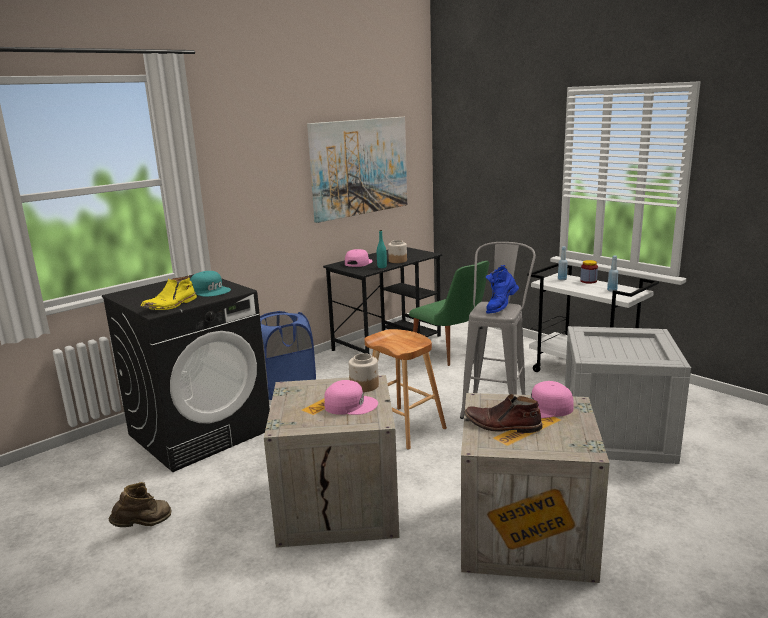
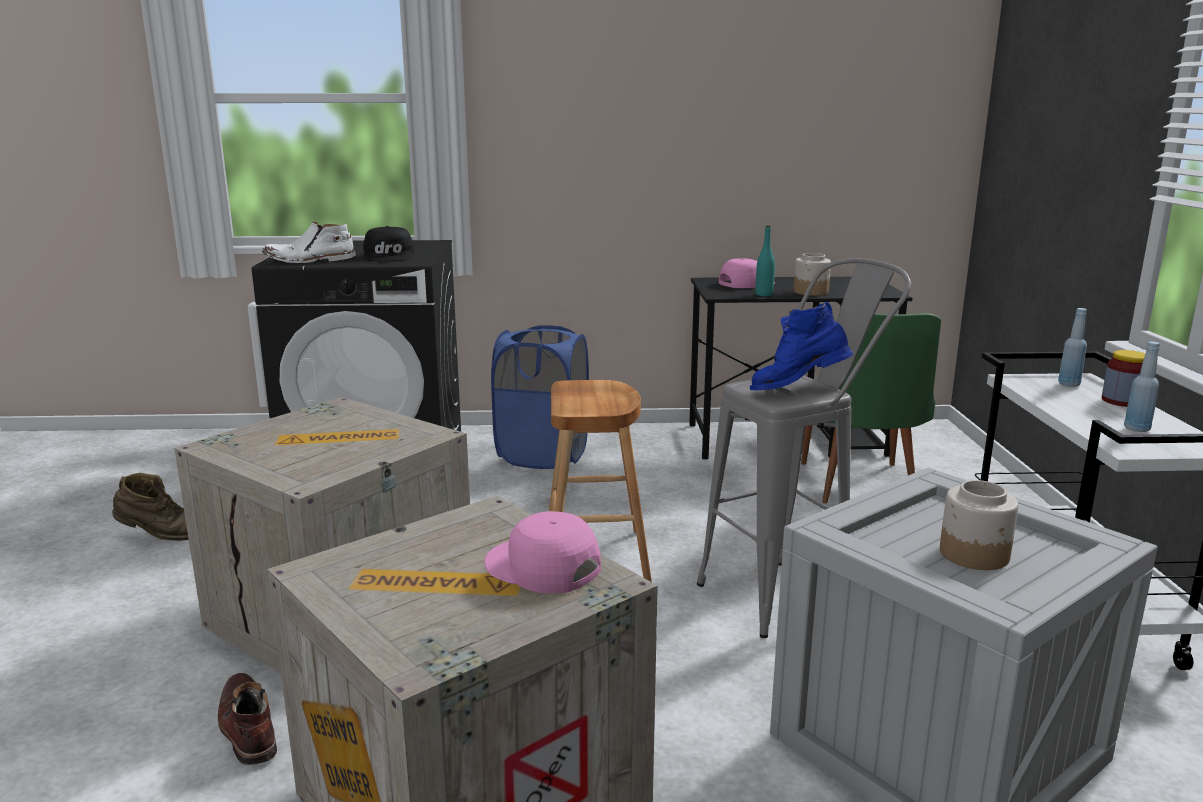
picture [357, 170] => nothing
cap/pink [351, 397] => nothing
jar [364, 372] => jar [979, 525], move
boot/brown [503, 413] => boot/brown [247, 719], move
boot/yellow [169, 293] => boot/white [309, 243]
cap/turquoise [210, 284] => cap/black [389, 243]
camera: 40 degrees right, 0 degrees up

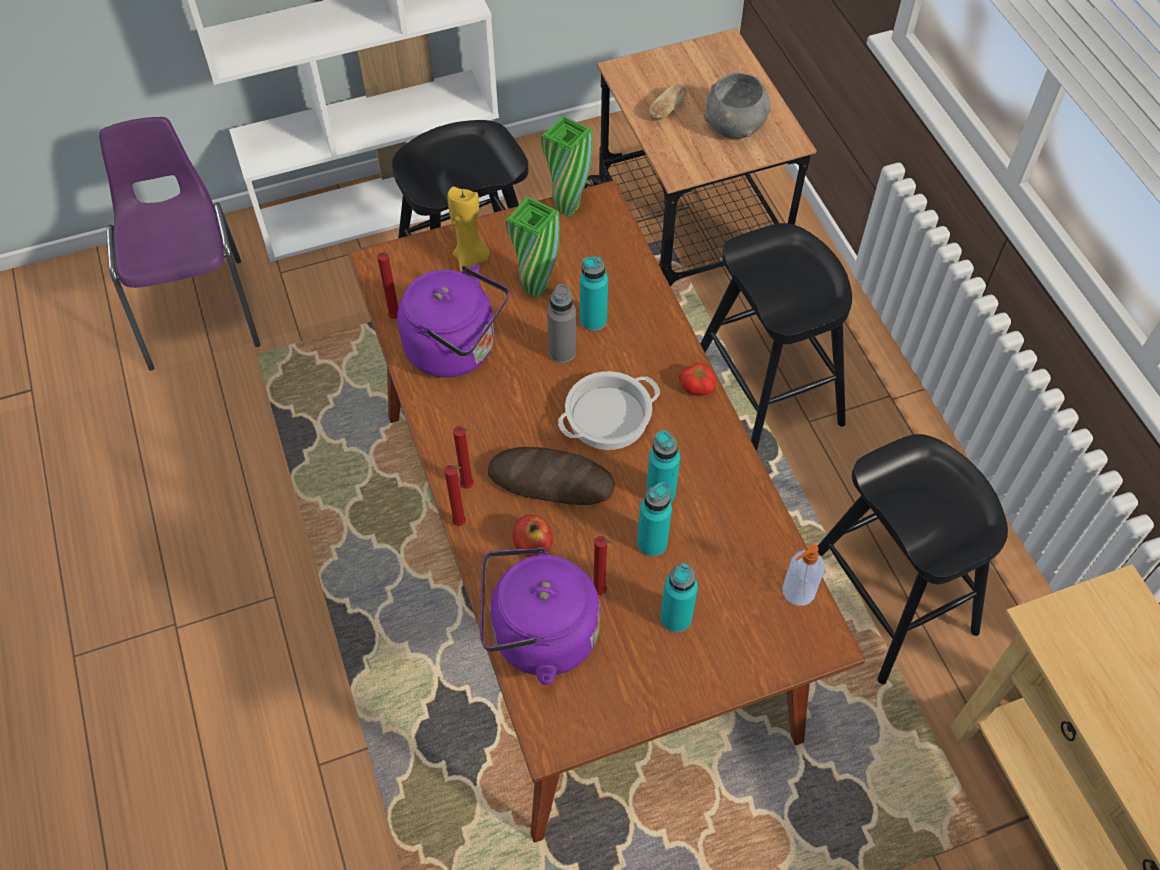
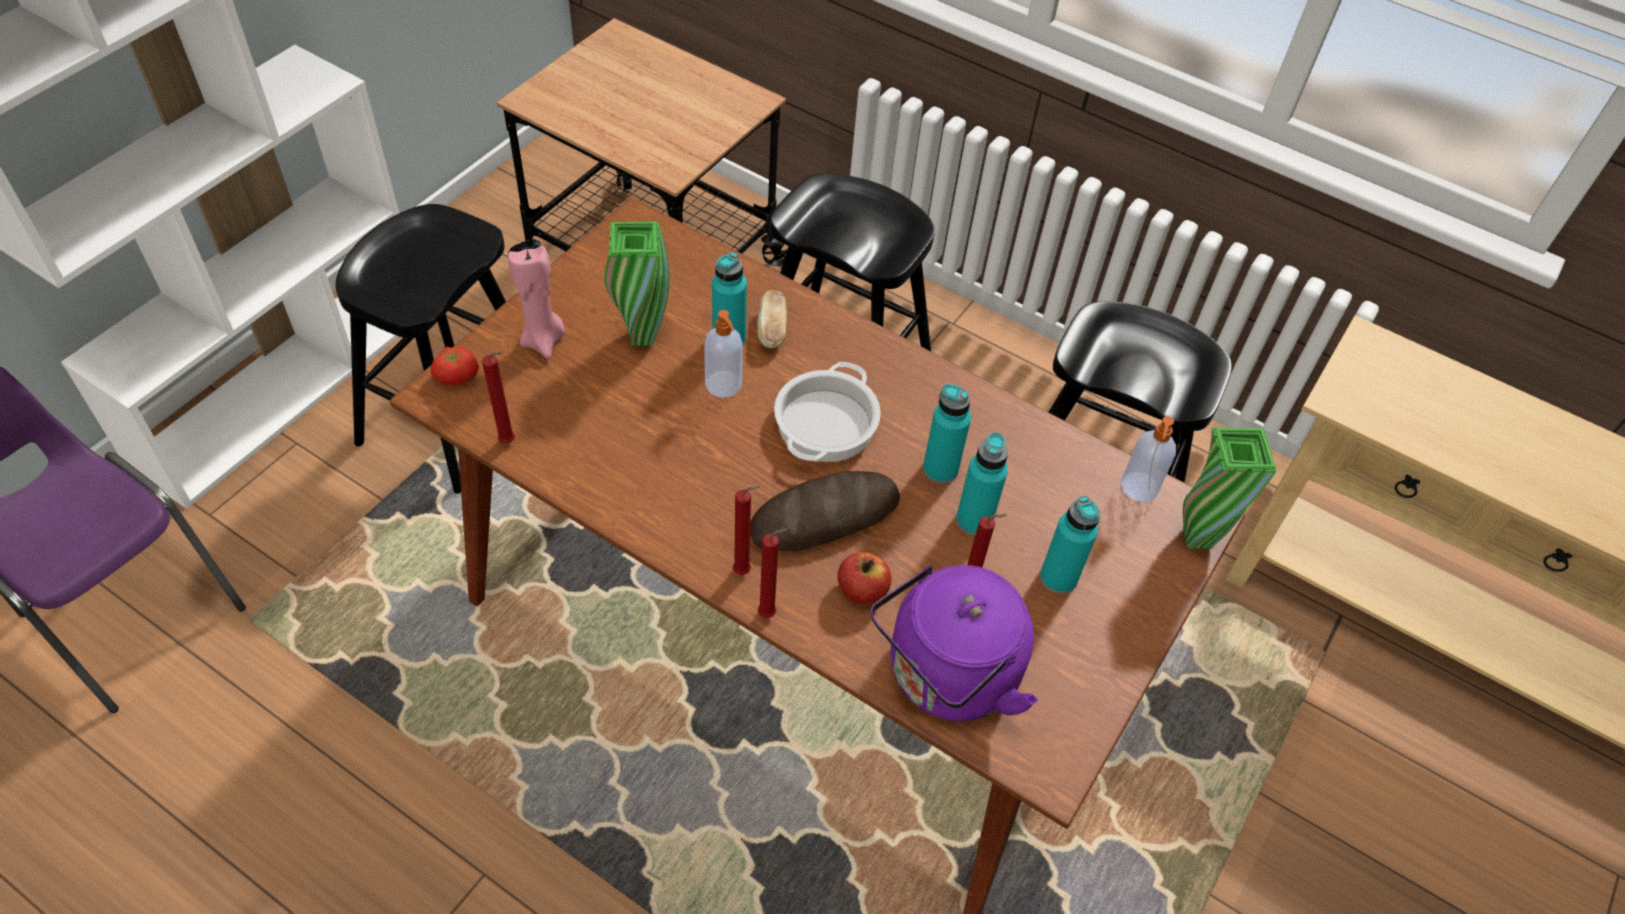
kettle/purple [453, 320] => nothing
bowl/grey [737, 106] => nothing
vase/green [566, 166] => vase/green [1230, 488], move
bread [668, 101] => bread [772, 319], move
tomato [697, 378] => tomato [455, 366], move
bottle/grey [561, 323] => soap dispenser [723, 354]
candle/yellow [468, 229] => candle/pink [536, 302]
camera: 40 degrees left, 5 degrees down

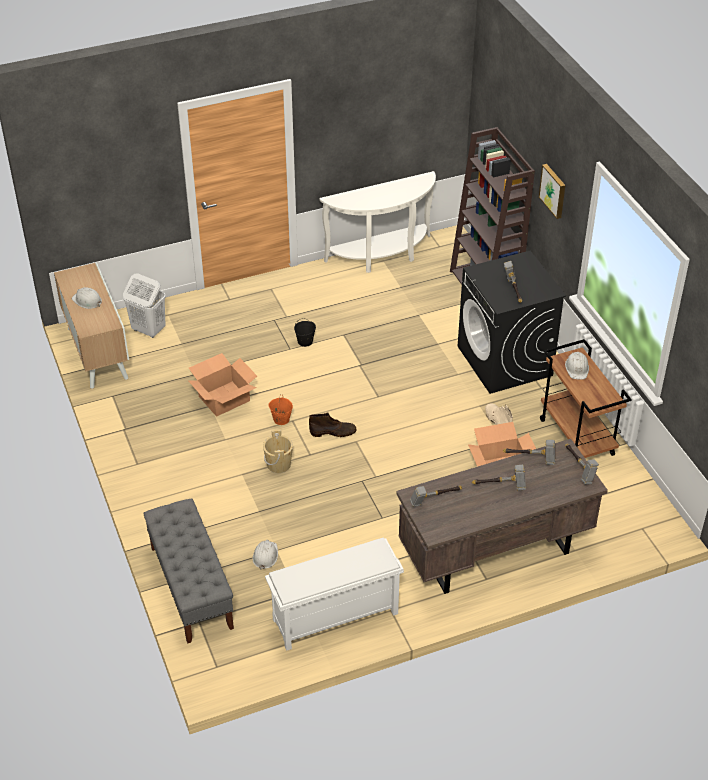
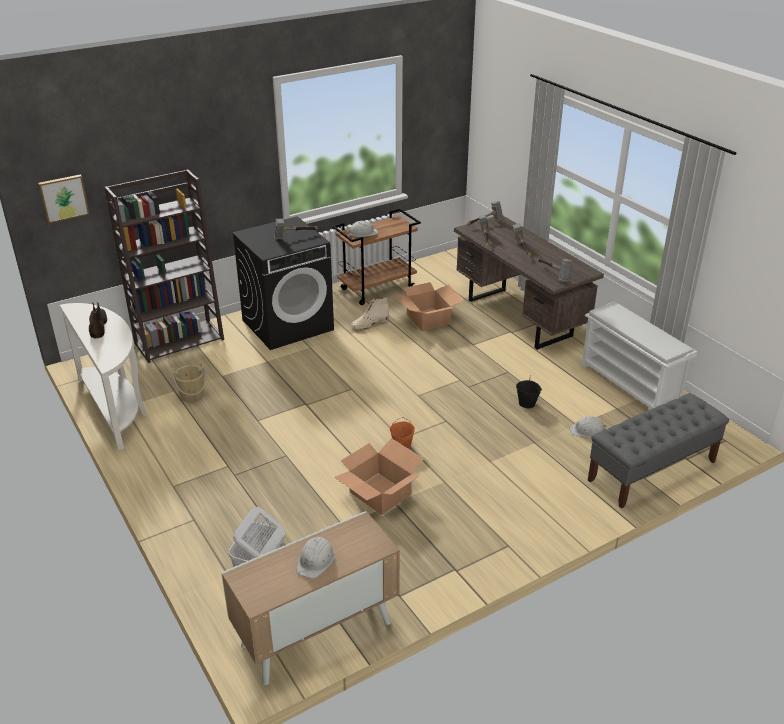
bucket/beige [278, 451] => bucket/beige [189, 382], move
bucket/black [305, 332] => bucket/black [529, 394], move
boot/brown [332, 424] => boot/brown [98, 320], move
picture [552, 191] => picture [63, 199], move
camera: 100 degrees left, 10 degrees down

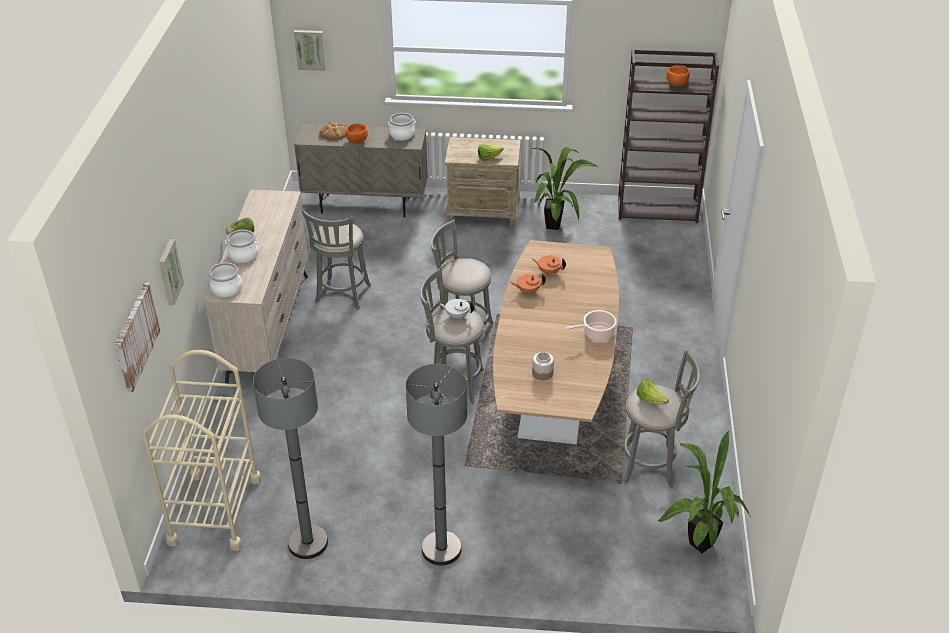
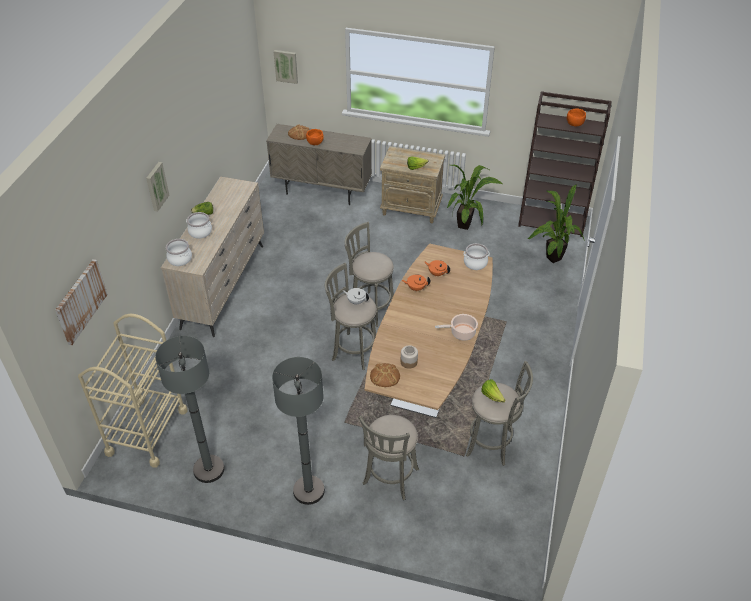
nothing => bread [385, 375]
picture [171, 272] => picture [157, 187], move
stool/grey [336, 259] => stool/grey [389, 457], move
cooking pot [402, 126] => cooking pot [477, 256], move
potted plant [704, 492] => potted plant [556, 223], move
camera: 10 degrees right, 5 degrees up

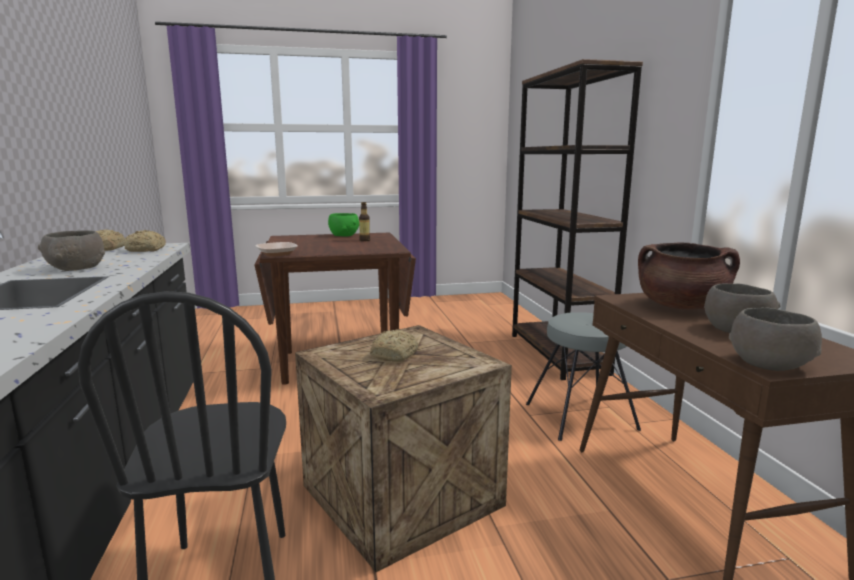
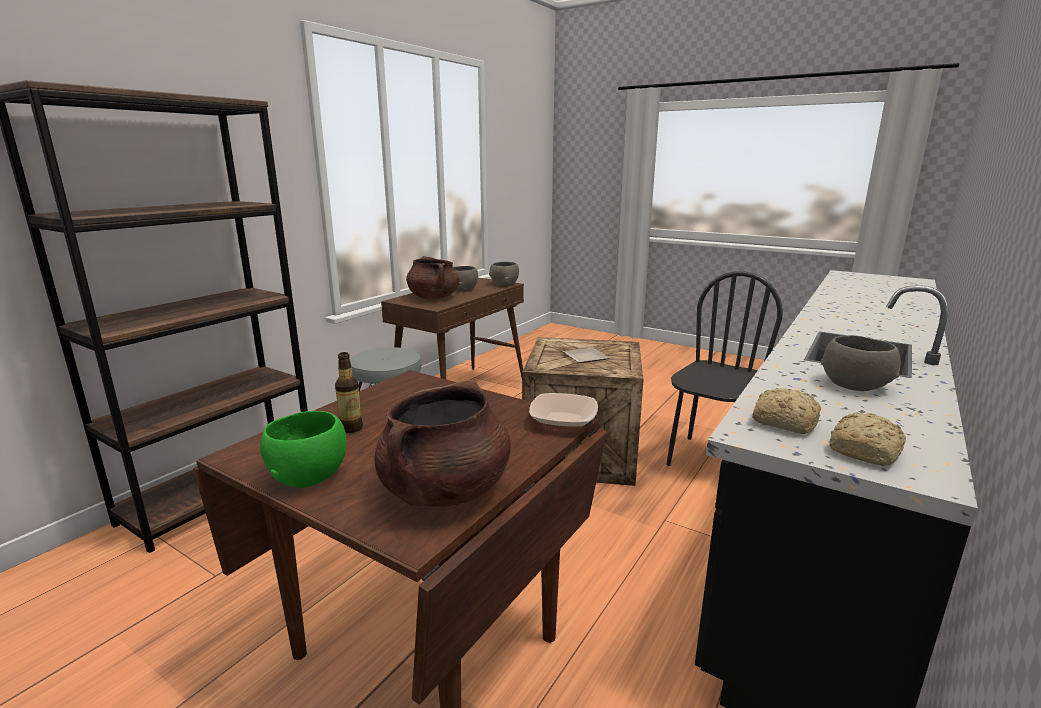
nothing => cooking pot/brown [443, 443]
bread [394, 345] => plate [586, 355]
camera: 135 degrees left, 5 degrees up

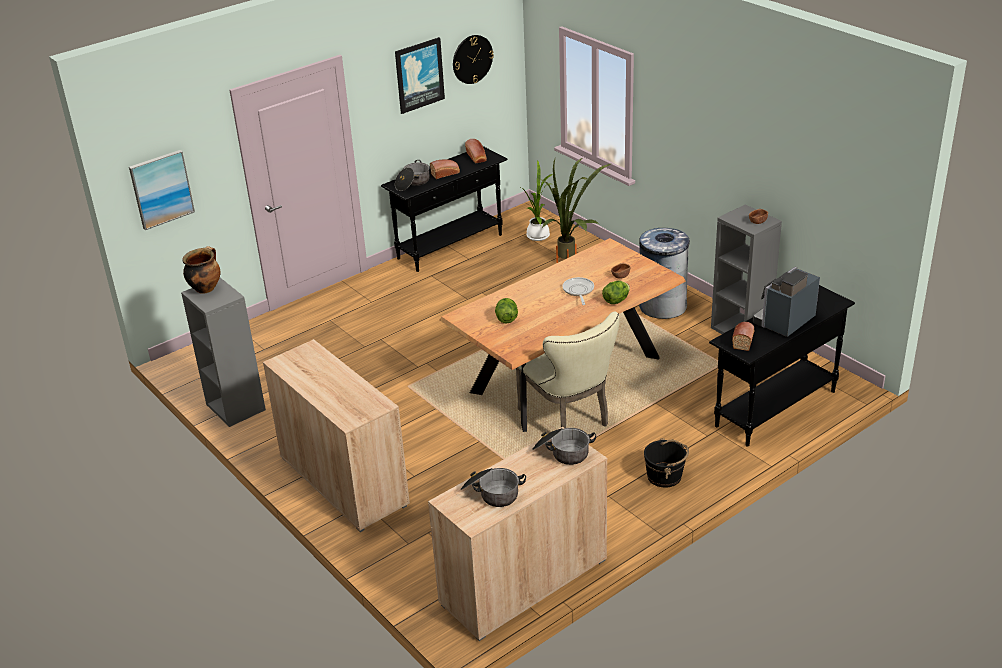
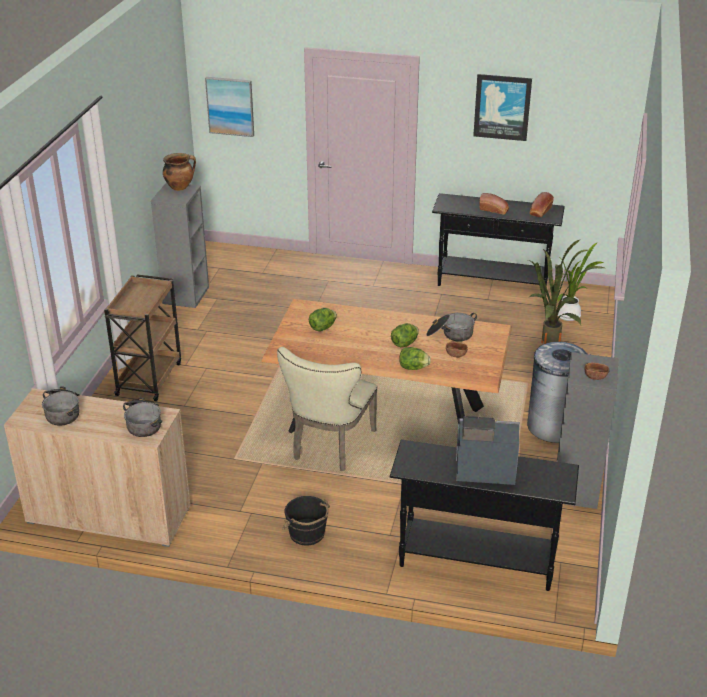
wall clock [473, 59] => nothing
bread [743, 336] => nothing
cooking pot [412, 175] => cooking pot [451, 327], move
cabinet/beige [336, 435] => cart/brown [142, 337]
frying pan [578, 291] => lettuce [405, 335]
camera: 50 degrees right, 0 degrees up

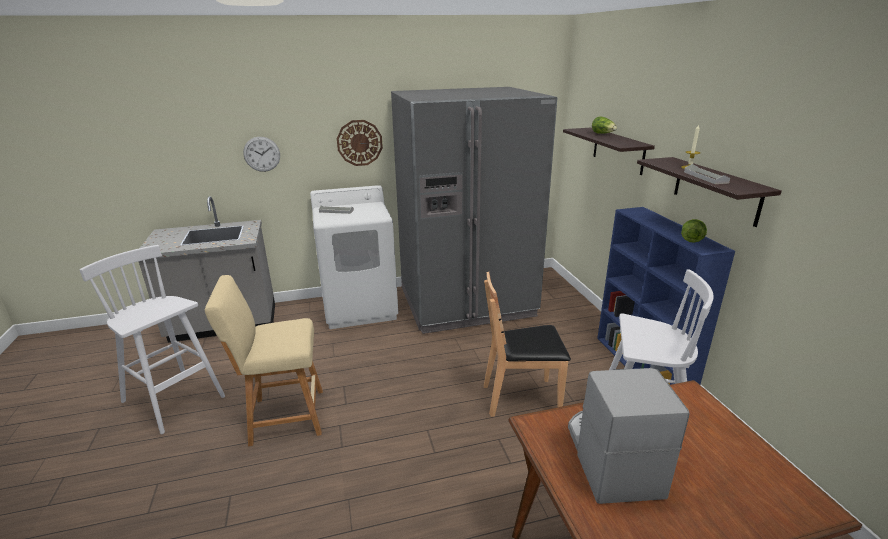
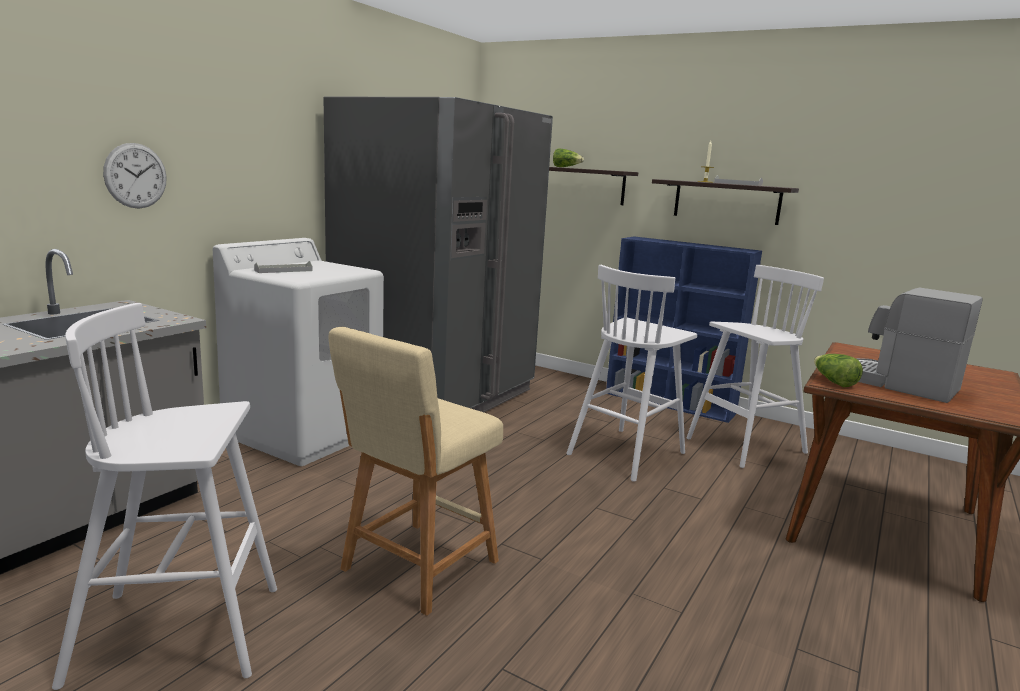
wall clock [360, 143] => nothing
lettuce [694, 230] => lettuce [838, 370], move
chair/brown [527, 344] => stool/white [631, 373]
camera: 45 degrees left, 10 degrees down

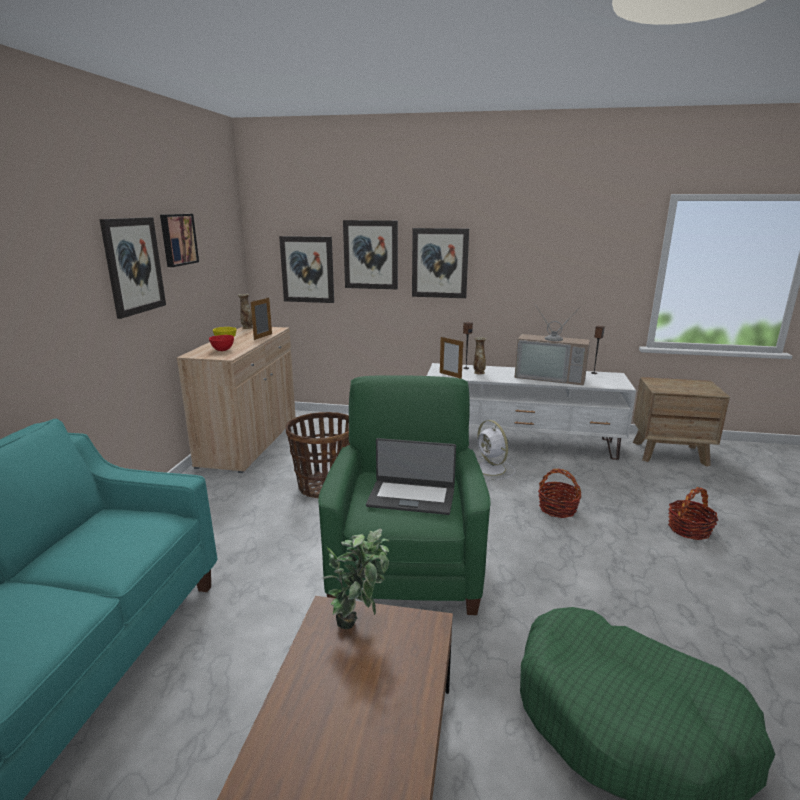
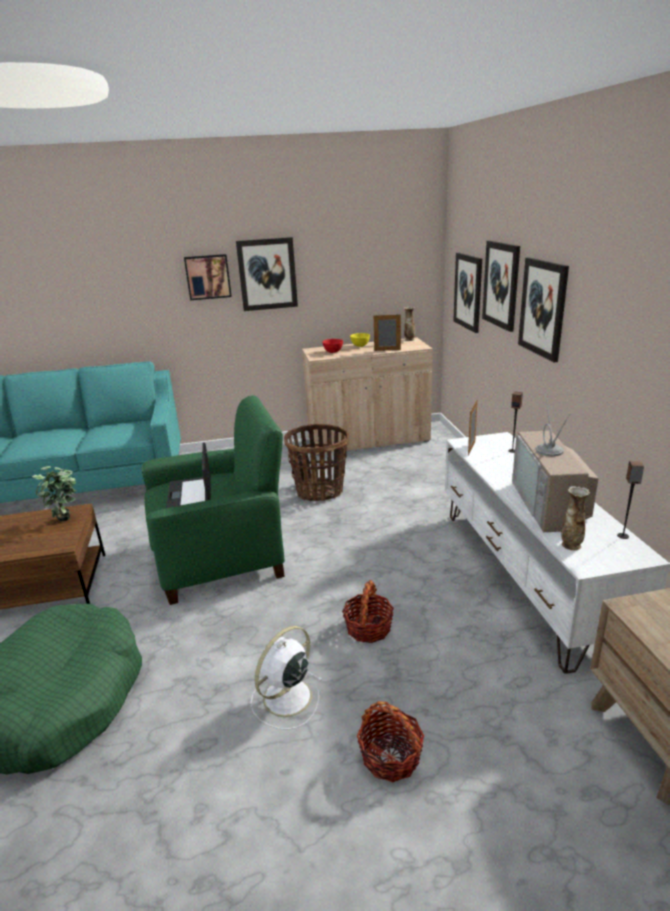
picture [179, 240] => picture [208, 277], move
vase [479, 355] => vase [575, 518], move
fan/white [496, 450] => fan/white [286, 678], move
camera: 70 degrees right, 5 degrees up

